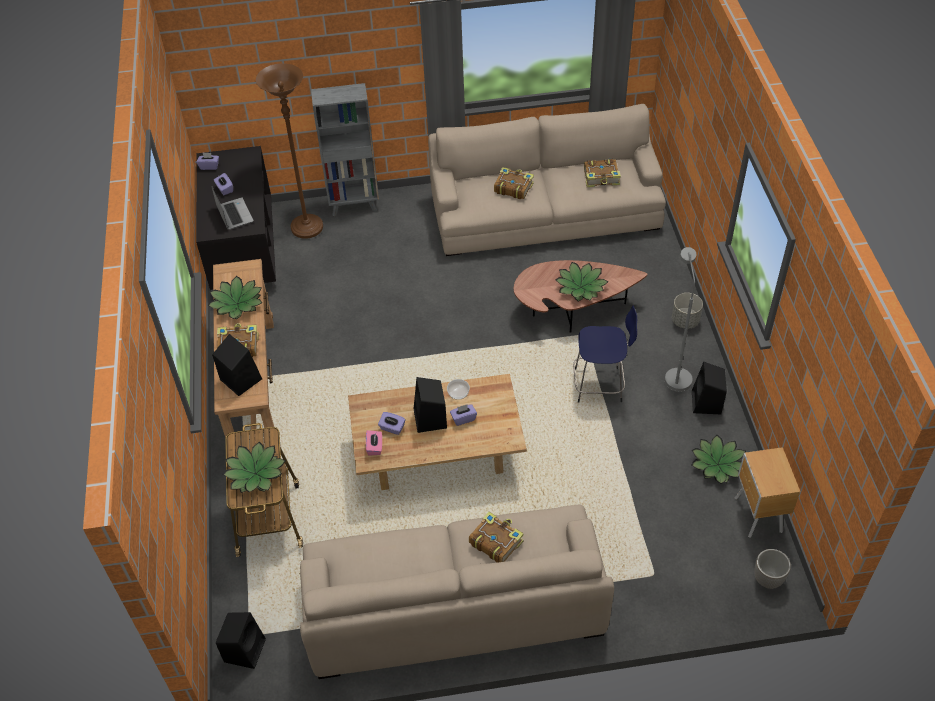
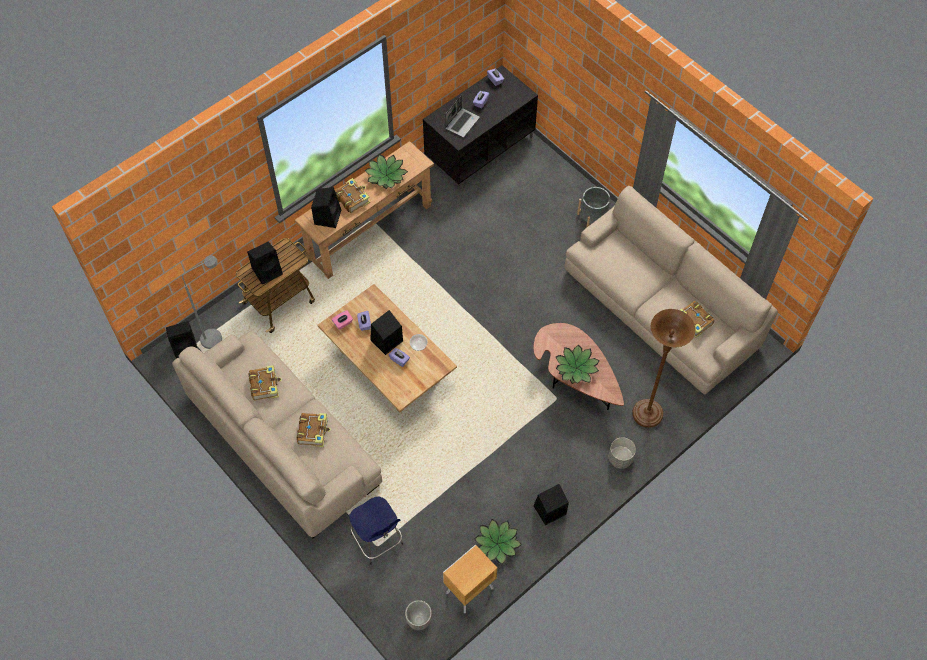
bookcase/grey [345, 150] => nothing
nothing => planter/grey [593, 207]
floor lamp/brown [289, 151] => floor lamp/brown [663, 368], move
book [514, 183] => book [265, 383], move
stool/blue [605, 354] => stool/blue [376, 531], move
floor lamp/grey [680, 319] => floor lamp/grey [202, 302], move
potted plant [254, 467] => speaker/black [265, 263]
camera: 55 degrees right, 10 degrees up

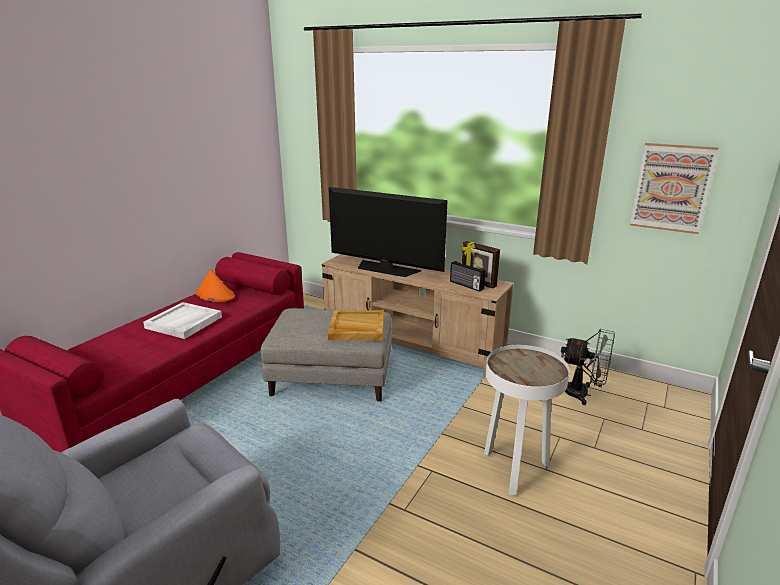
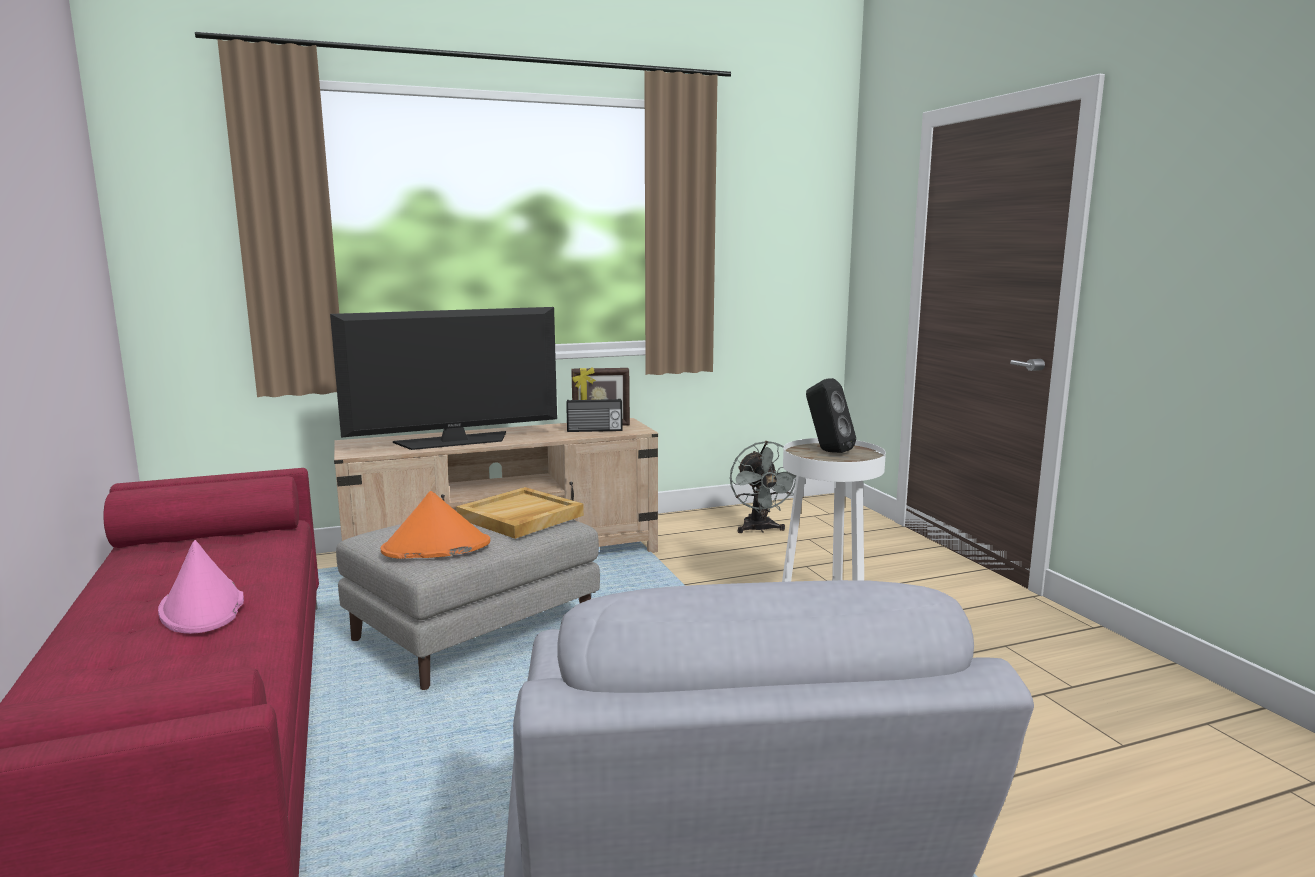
picture [674, 188] => nothing
nothing => speaker/black [831, 415]
hat/orange [215, 285] => hat/orange [435, 525], move
tray/white [182, 320] => hat/pink [201, 587]
fan/grey [588, 366] => fan/grey [763, 487], 105 degrees clockwise
camera: 50 degrees left, 10 degrees down

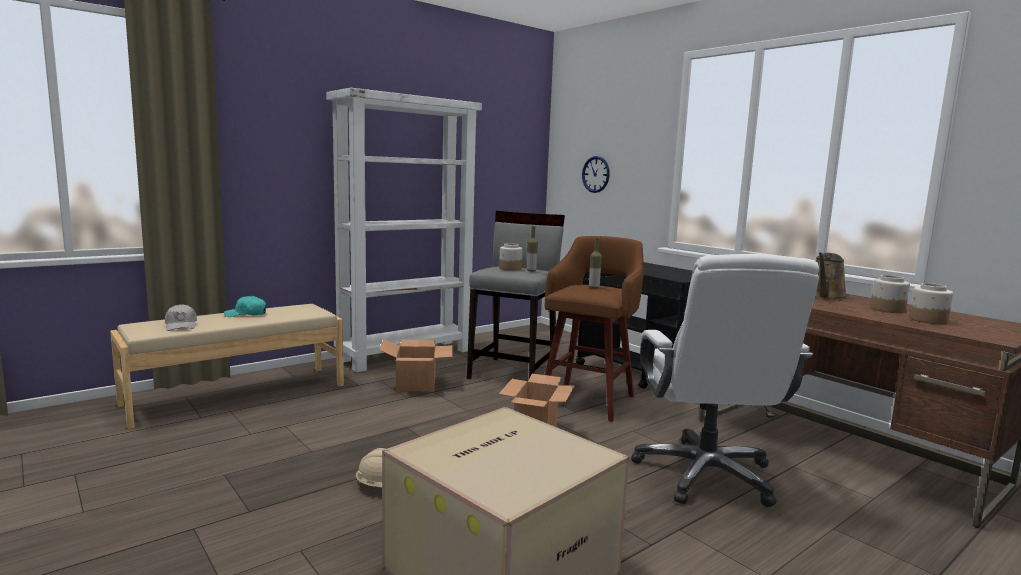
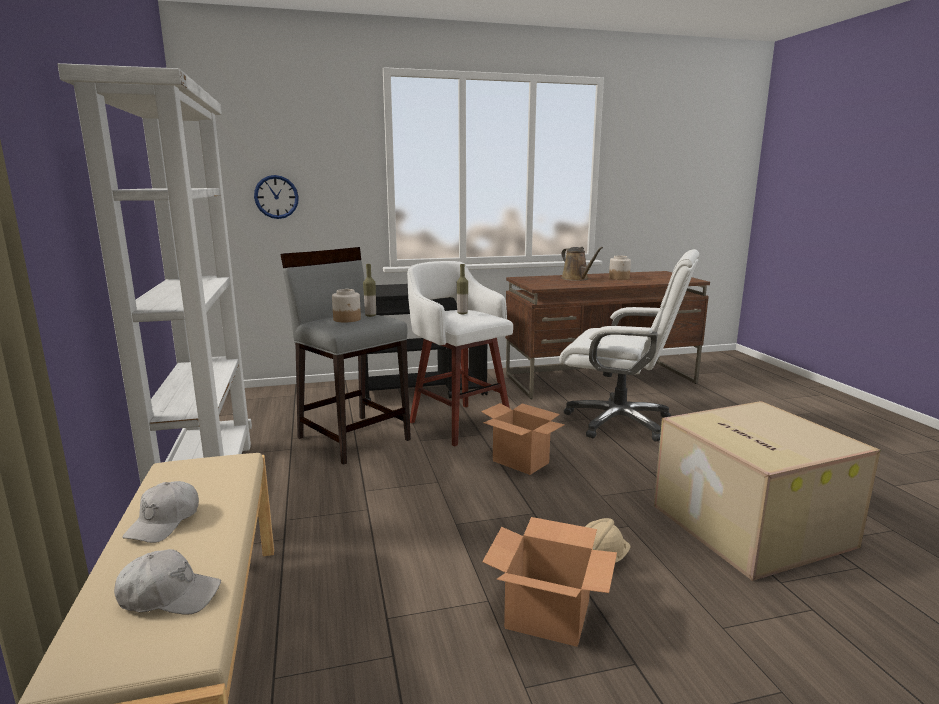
jar [931, 303] => nothing
cardboard box [416, 365] => cardboard box [549, 582], move
cap/turquoise [245, 306] => cap/white [160, 512]
stool/brown [594, 329] => stool/white [460, 353]
camera: 65 degrees left, 5 degrees up

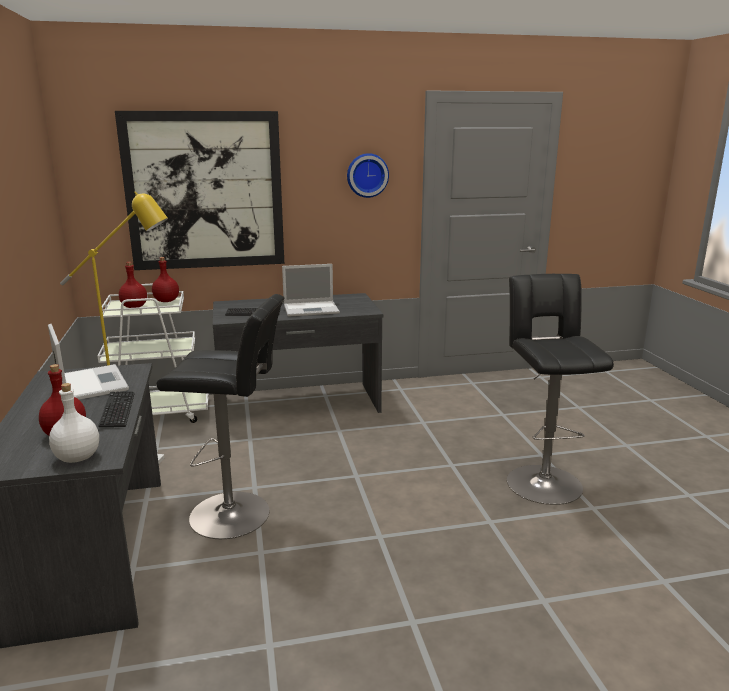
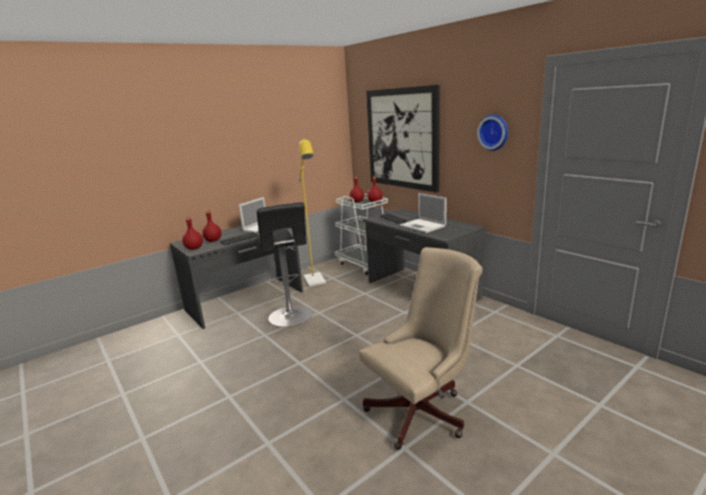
stool/black [560, 389] => office chair/beige [421, 348]
bottle/white [74, 423] => bottle/red [192, 233]
camera: 65 degrees right, 0 degrees up

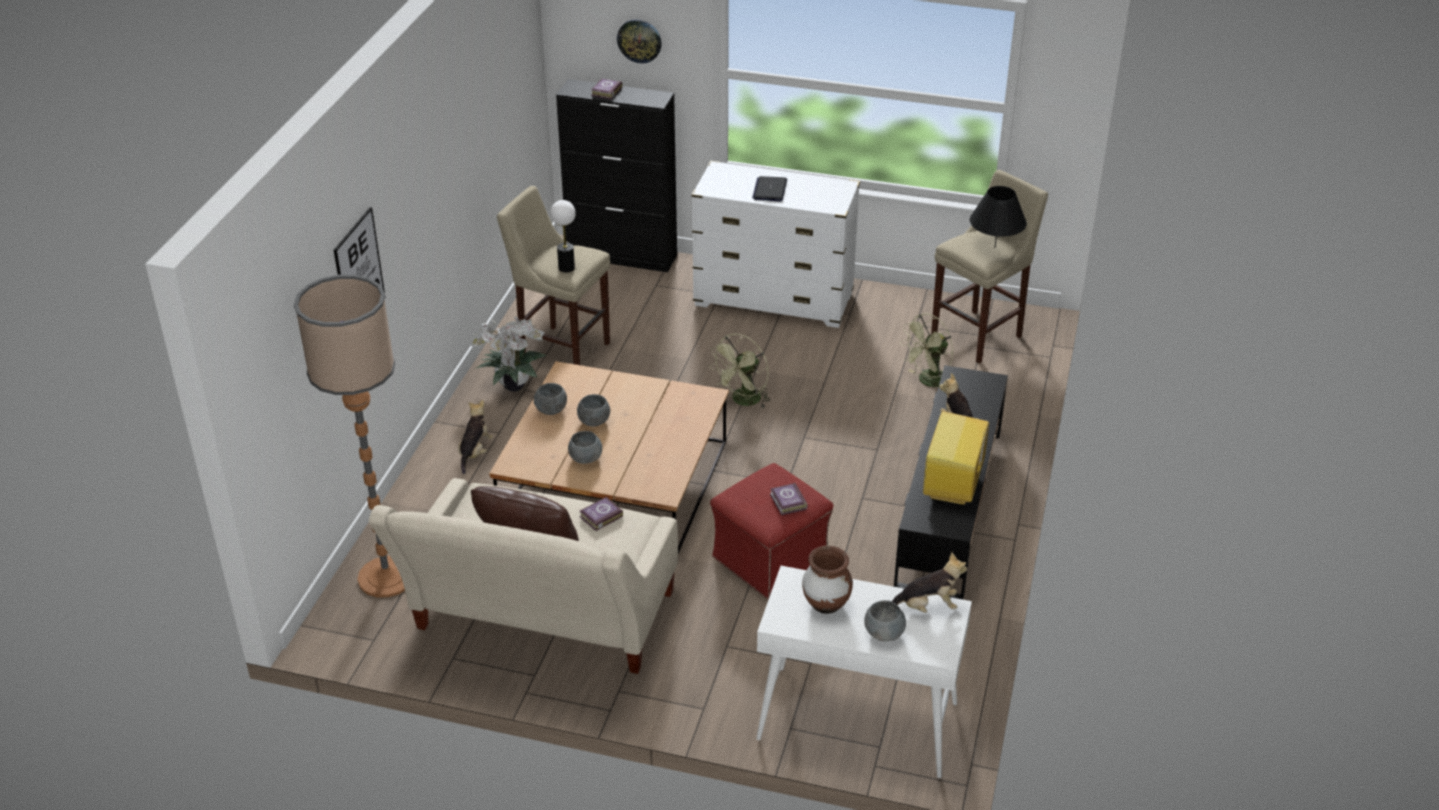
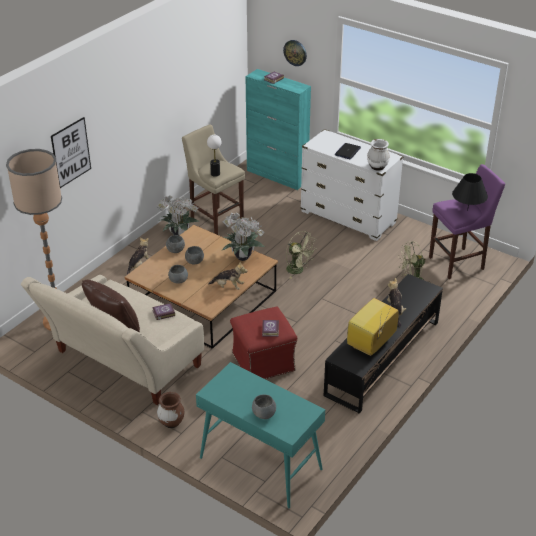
nothing => potted plant [243, 237]
nothing => vase/white [378, 155]
vase/brown [827, 580] => vase/brown [170, 410], move
plush toy [929, 582] => plush toy [228, 276], move
cabinet/black [616, 175] => cabinet/turquoise [278, 129]
console table/white [864, 672] => console table/turquoise [260, 435]
stool/beige [989, 266] => stool/purple [467, 221]
fan/green [740, 371] => fan/green [300, 255], 105 degrees counterclockwise
camera: 20 degrees right, 0 degrees up

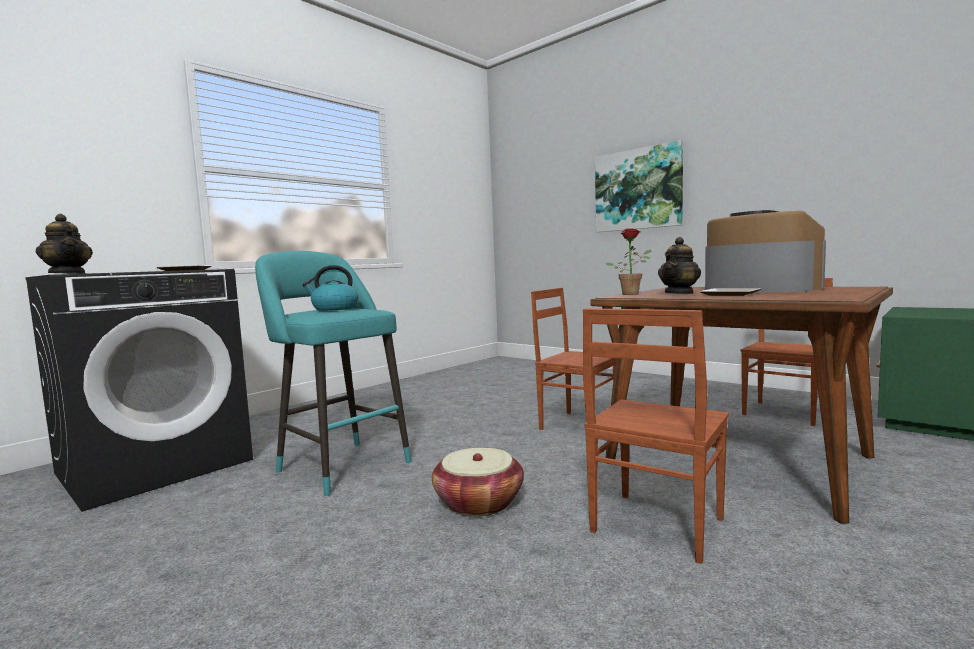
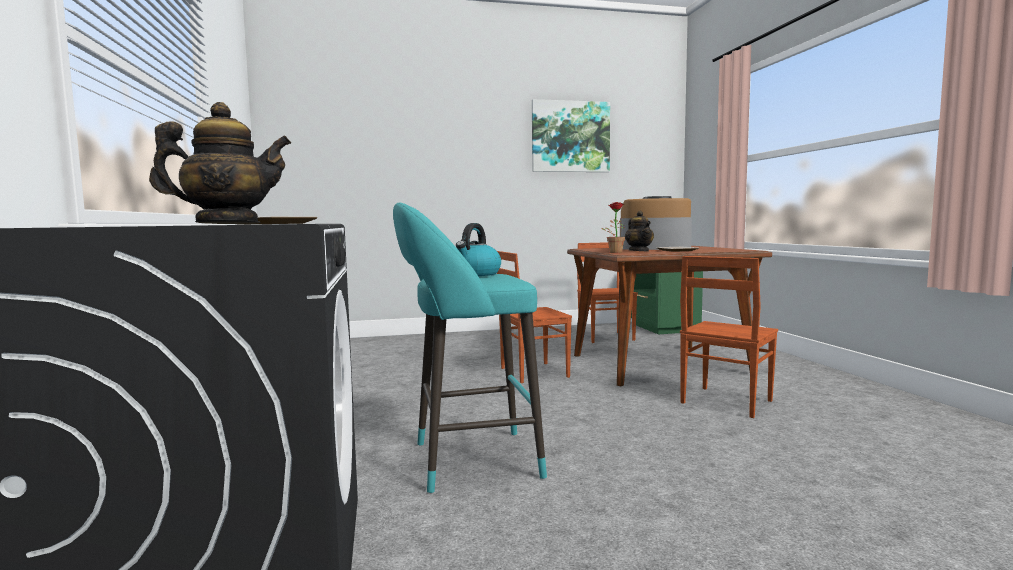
basket [478, 482] => nothing
picture [639, 186] => picture [571, 135], move
chair/brown [656, 436] => chair/brown [729, 337], 60 degrees clockwise
camera: 55 degrees left, 0 degrees up

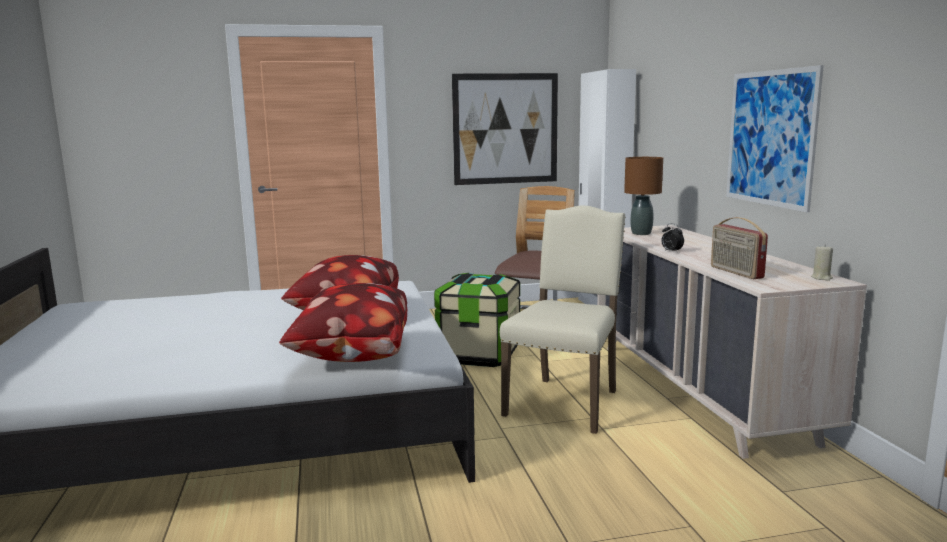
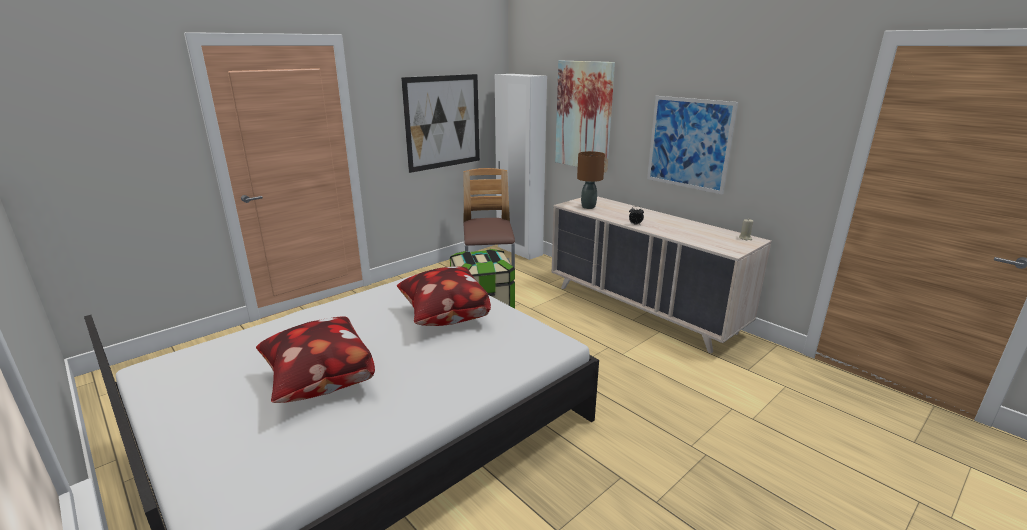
chair/beige [563, 320] => nothing
radio [739, 248] => nothing
nothing => picture [585, 117]
pillow [343, 322] => pillow [315, 359], move
camera: 30 degrees left, 10 degrees up

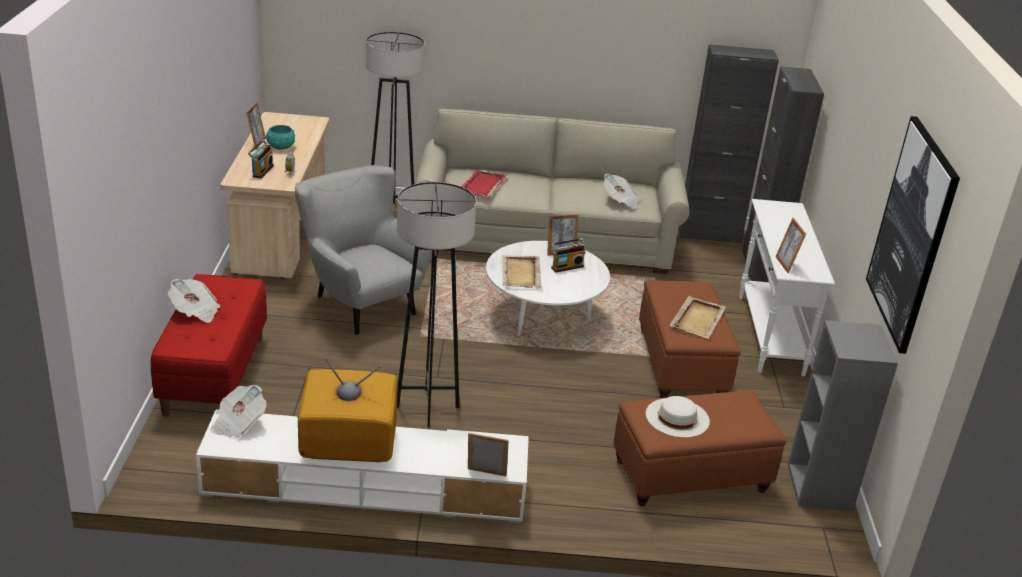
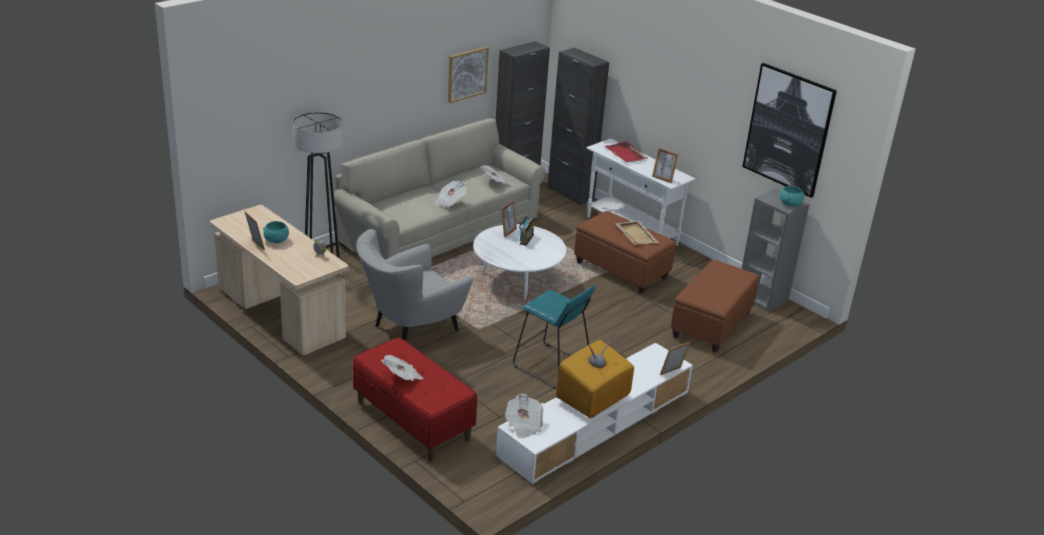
radio [261, 158] => nothing
tray/beige [522, 271] => nothing
hat/white [678, 417] => nothing
nothing => newspaper [450, 194]
nothing => picture [468, 74]
nothing => bowl/turquoise [792, 196]
tray/red [484, 183] => tray/red [626, 152], move
floor lamp/grey [436, 305] => stool/turquoise [554, 337]
armchair/grey [363, 250] => armchair/grey [415, 285], 45 degrees counterclockwise
camera: 45 degrees left, 0 degrees up

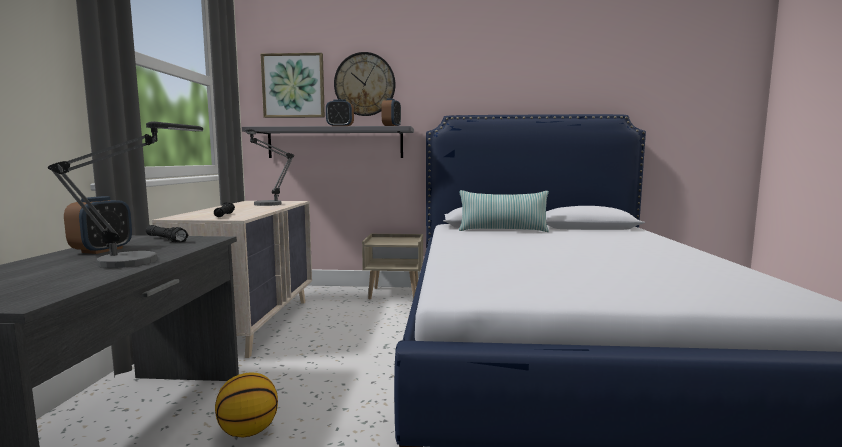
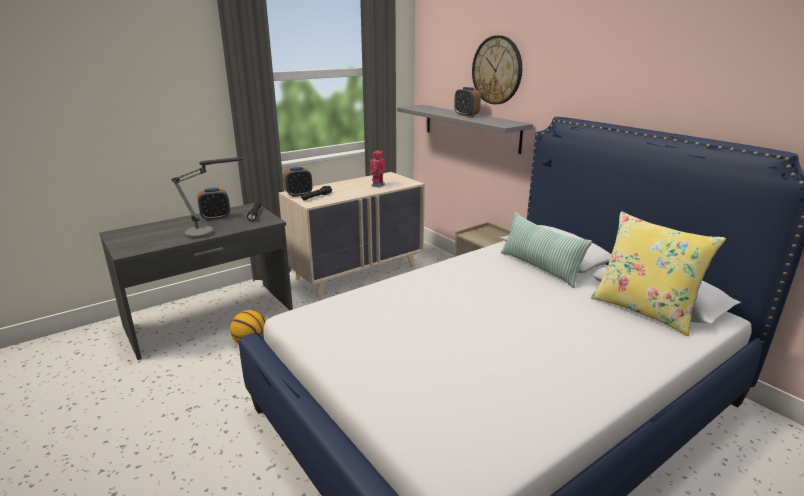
picture [293, 85] => nothing
nothing => pillow/yellow [658, 273]
alarm clock [391, 112] => alarm clock [297, 182], move
table lamp [269, 167] => toy robot [377, 169]
camera: 50 degrees right, 15 degrees up

